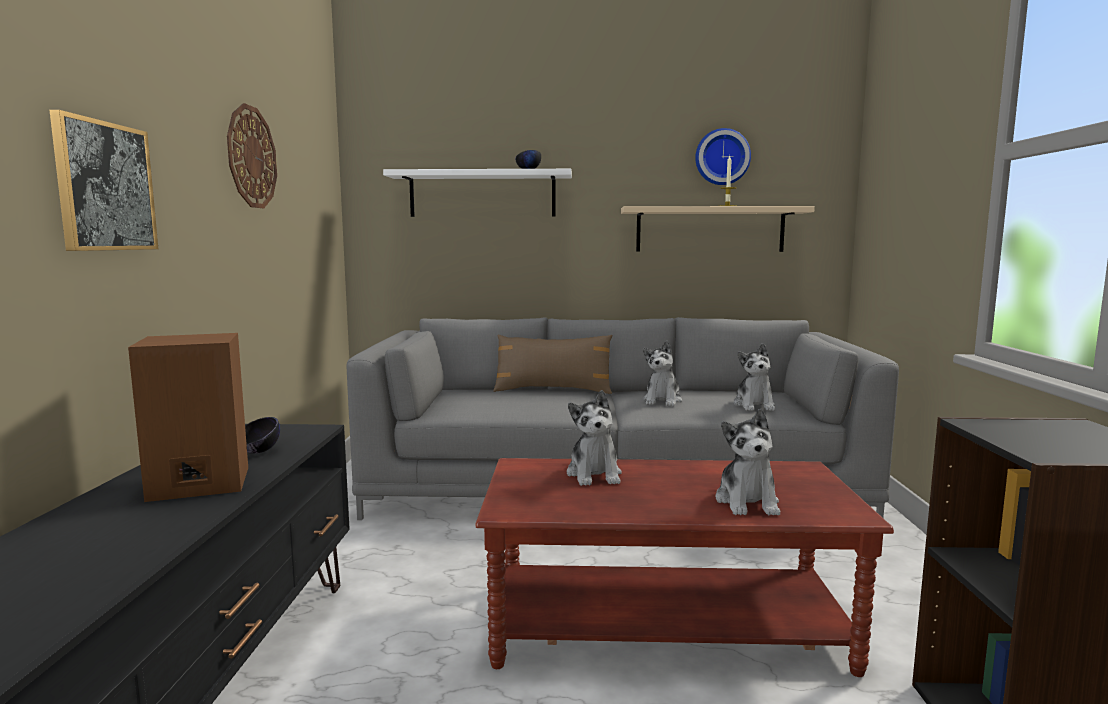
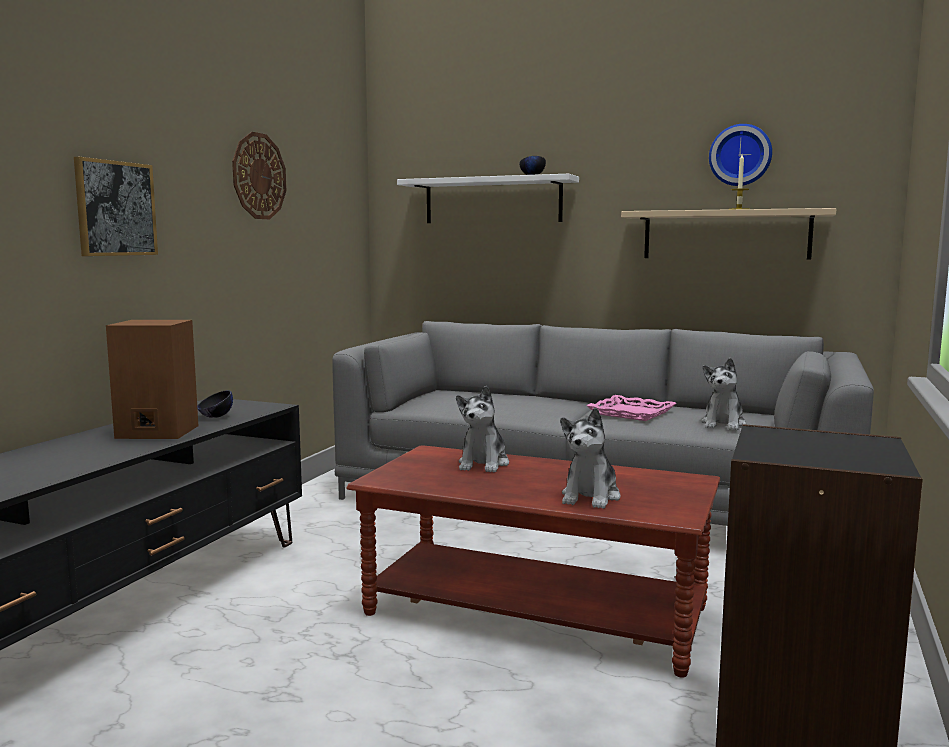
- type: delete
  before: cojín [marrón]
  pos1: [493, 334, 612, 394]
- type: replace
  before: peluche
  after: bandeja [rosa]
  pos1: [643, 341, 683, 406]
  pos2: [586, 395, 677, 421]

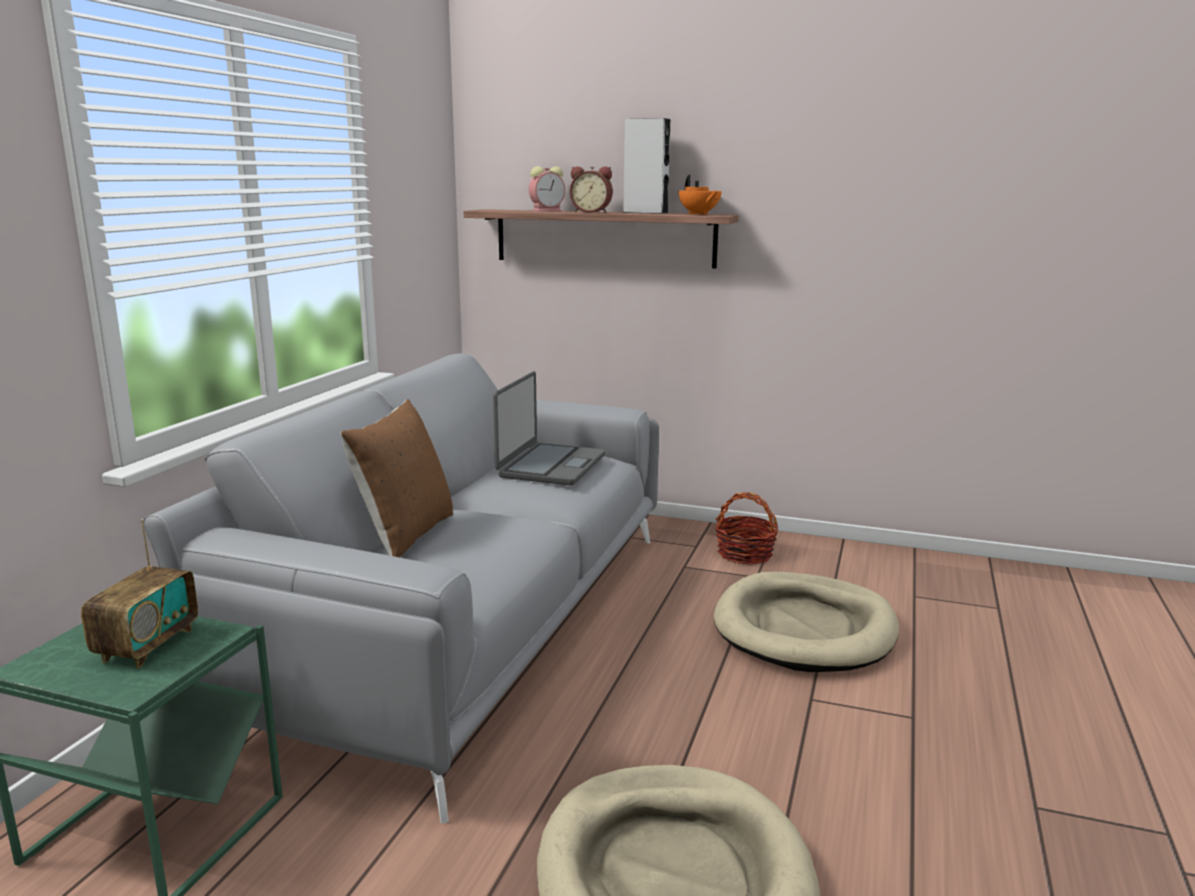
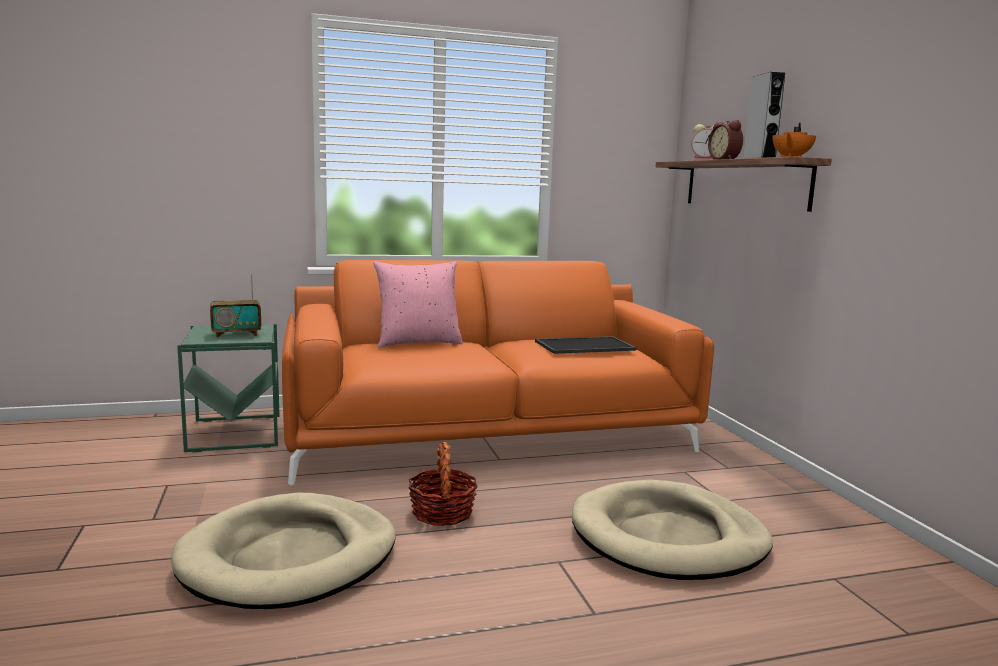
- type: recolor
  before: sofá [gris]
  after: sofá [naranja]
  pos1: [143, 354, 659, 824]
  pos2: [282, 260, 714, 485]
- type: replace
  before: portátil
  after: bandeja
  pos1: [493, 371, 605, 485]
  pos2: [535, 336, 636, 354]
- type: recolor
  before: cojín [marrón]
  after: cojín [rosa]
  pos1: [340, 399, 453, 557]
  pos2: [373, 261, 463, 348]
- type: move
  before: cesta
  pos1: [716, 492, 778, 565]
  pos2: [408, 442, 477, 526]

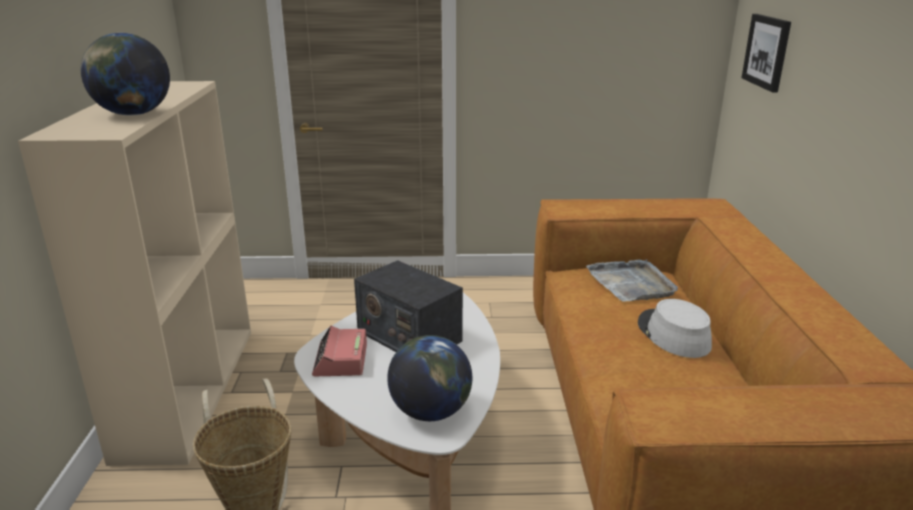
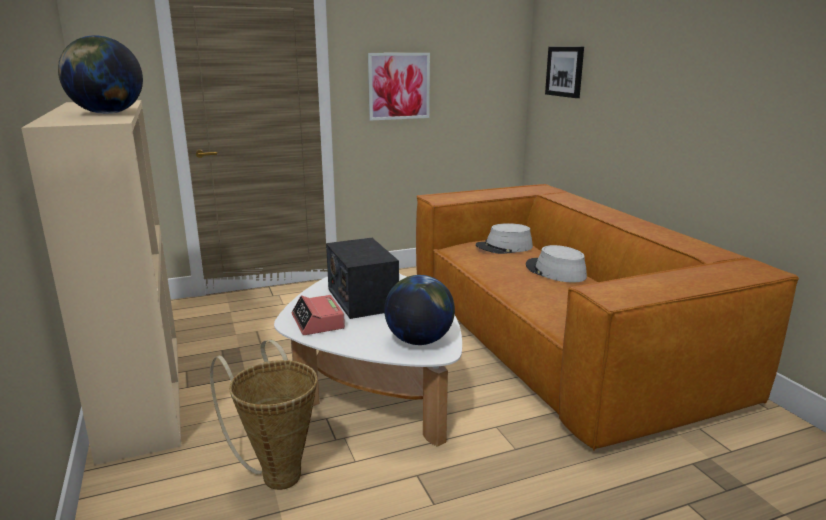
- type: replace
  before: bandeja [gris]
  after: sombrero [gris]
  pos1: [586, 259, 678, 302]
  pos2: [476, 223, 533, 254]
- type: rotate
  before: radio
  pos1: [354, 260, 463, 352]
  pos2: [326, 238, 399, 319]
  turn: 45
- type: insert
  after: cuadro
  pos2: [368, 53, 430, 121]

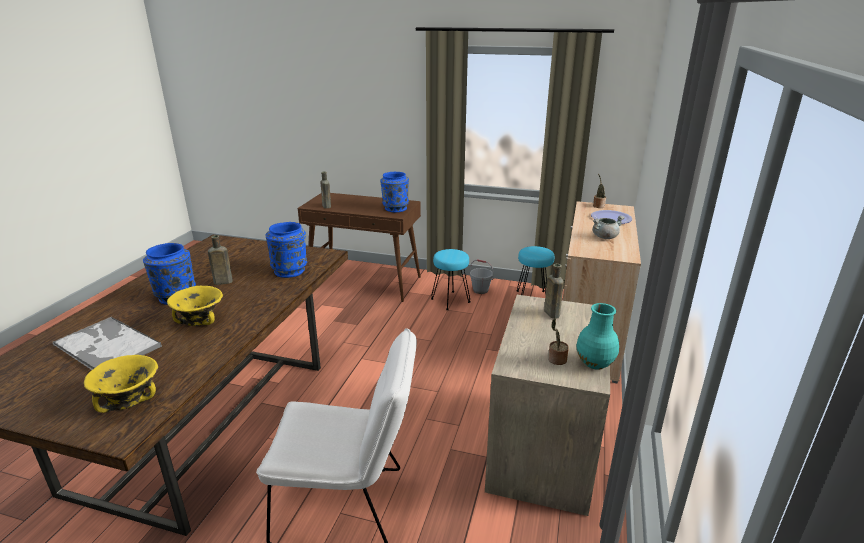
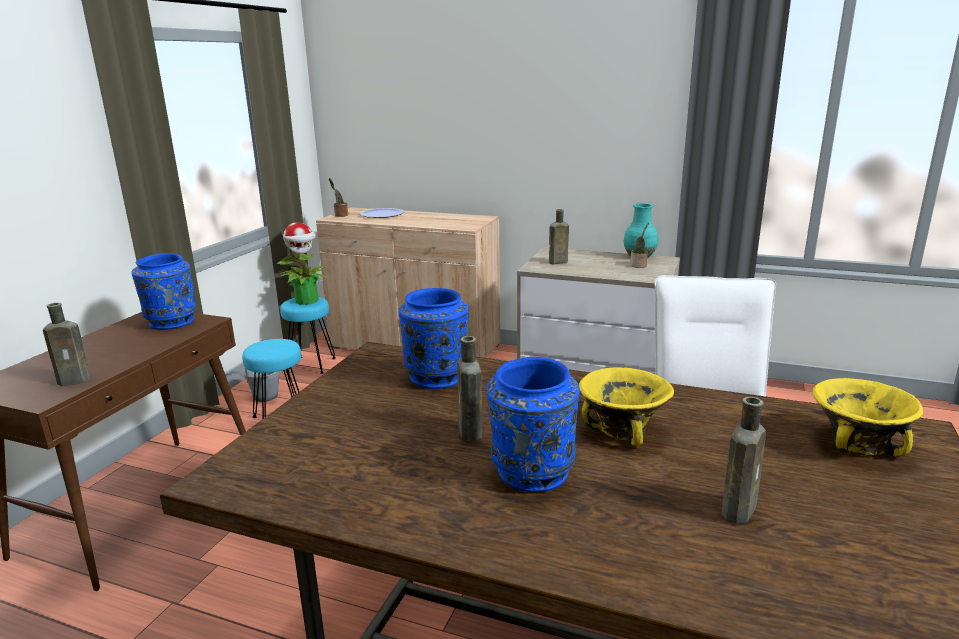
- type: delete
  before: olla [gris]
  pos1: [593, 216, 625, 239]
- type: replace
  before: bandeja
  after: botella [marrón]
  pos1: [53, 317, 162, 370]
  pos2: [722, 397, 766, 524]
- type: insert
  after: planta en maceta
  pos2: [277, 222, 327, 305]

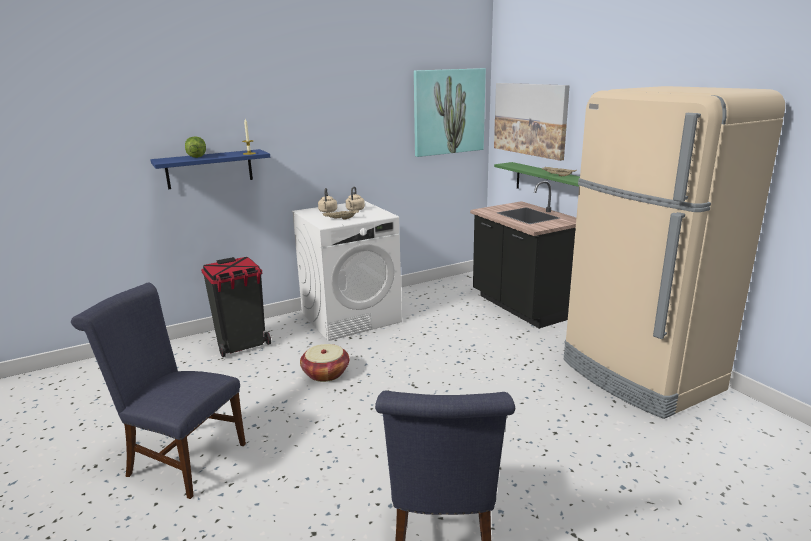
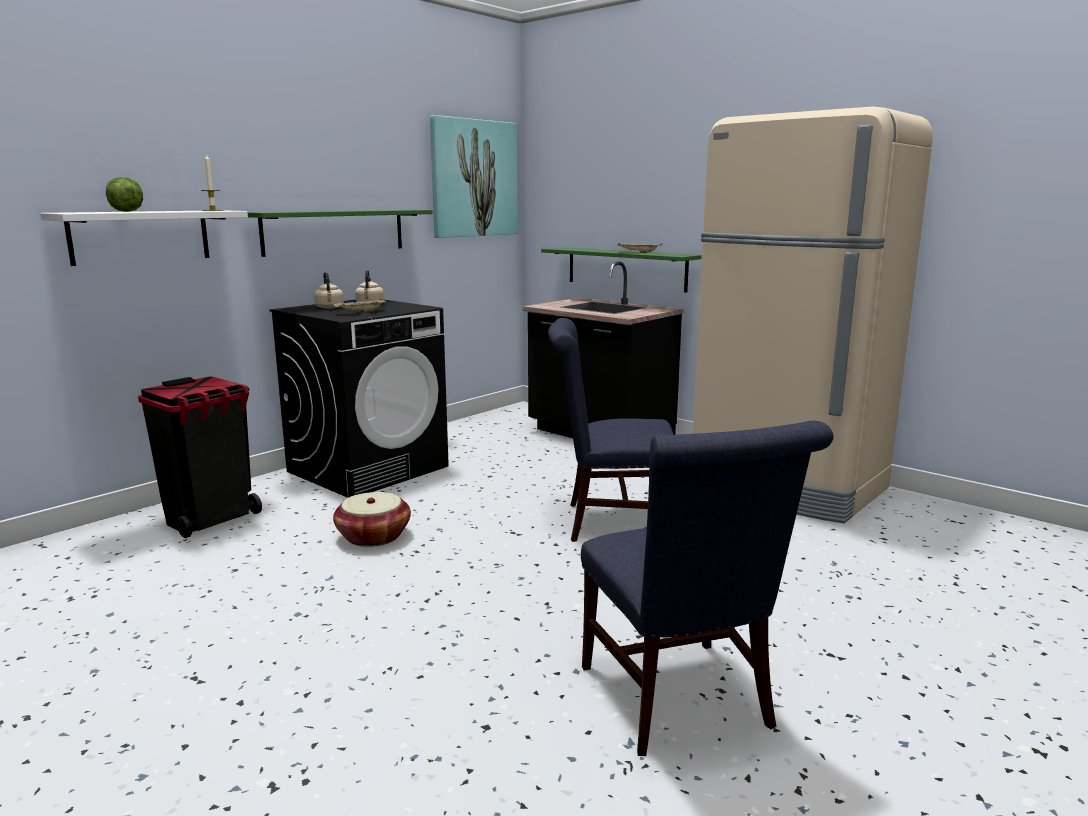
- type: delete
  before: cuadro
  pos1: [494, 83, 570, 161]
- type: recolor
  before: estante [azul]
  after: estante [blanco]
  pos1: [150, 149, 270, 189]
  pos2: [40, 210, 248, 266]
- type: recolor
  before: lavadora [blanco]
  after: lavadora [negro]
  pos1: [292, 201, 402, 341]
  pos2: [269, 299, 449, 498]
- type: move
  before: silla [azul]
  pos1: [71, 282, 246, 499]
  pos2: [548, 318, 673, 542]
- type: insert
  after: estante [verde]
  pos2: [248, 210, 433, 257]

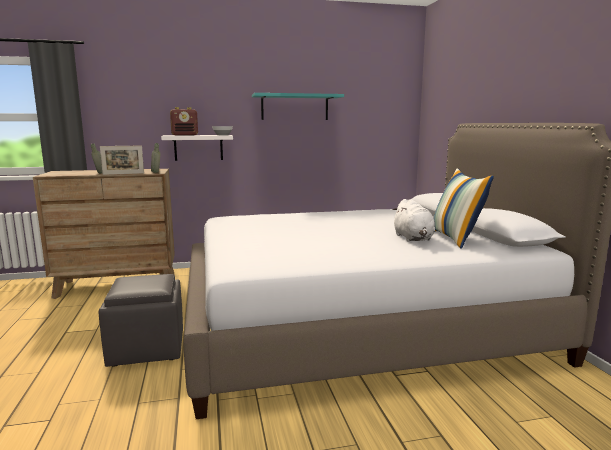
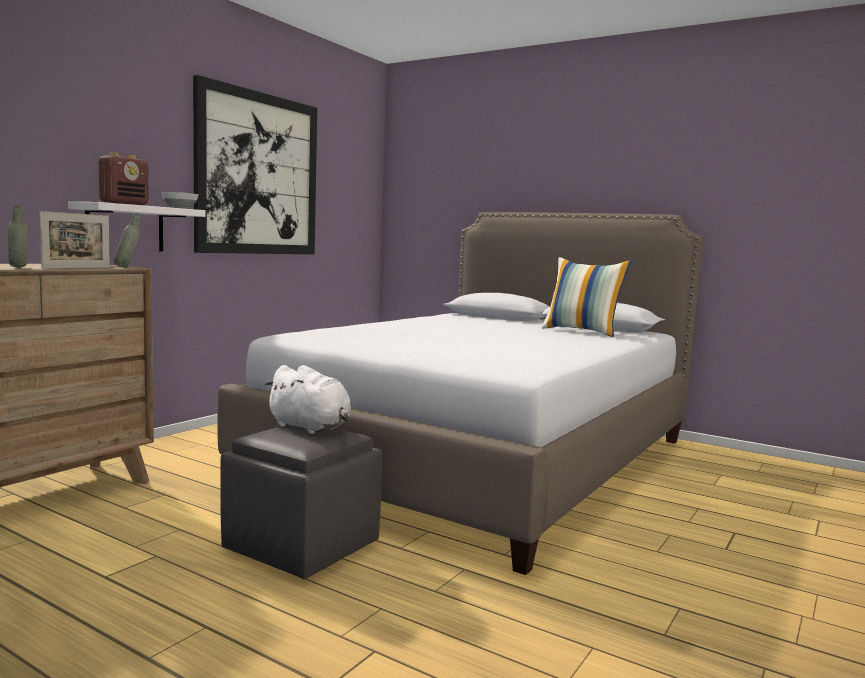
- type: replace
  before: estante [turquesa]
  after: cuadro
  pos1: [252, 93, 344, 120]
  pos2: [193, 75, 317, 254]
- type: move
  before: peluche [blanco]
  pos1: [392, 199, 435, 242]
  pos2: [265, 365, 351, 434]

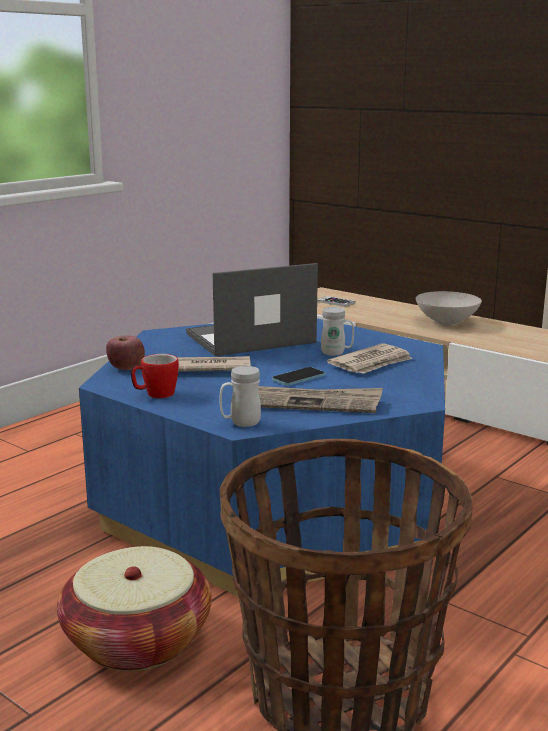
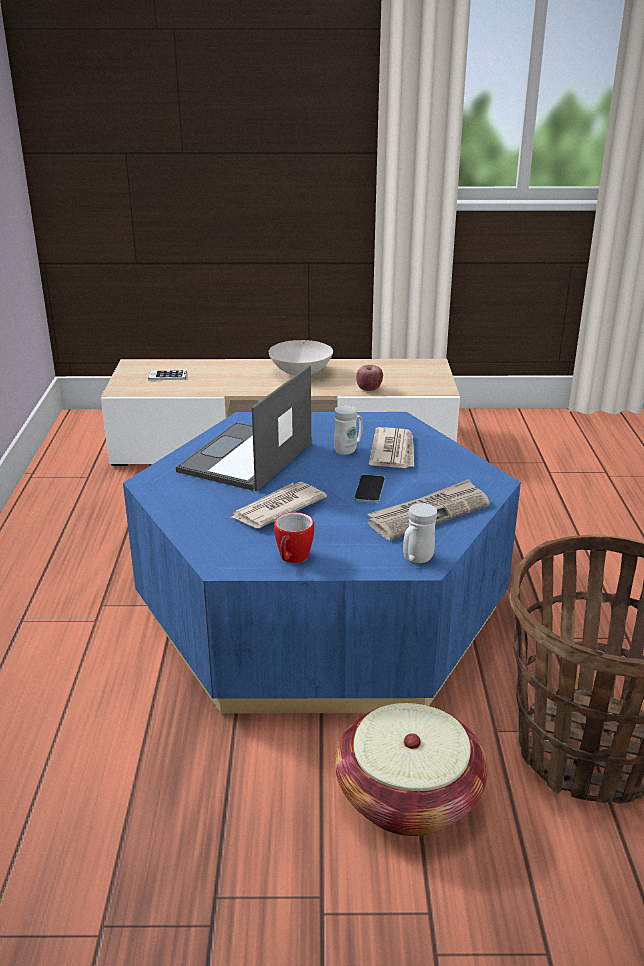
- type: move
  before: manzana
  pos1: [106, 335, 145, 370]
  pos2: [356, 365, 383, 391]

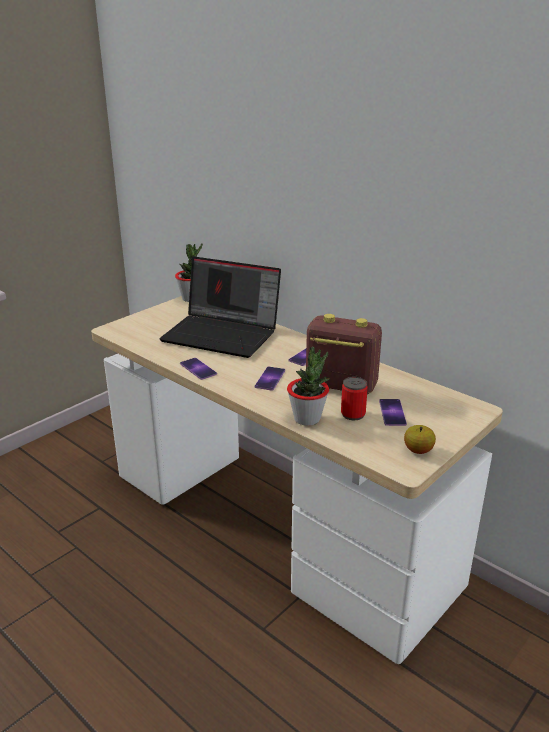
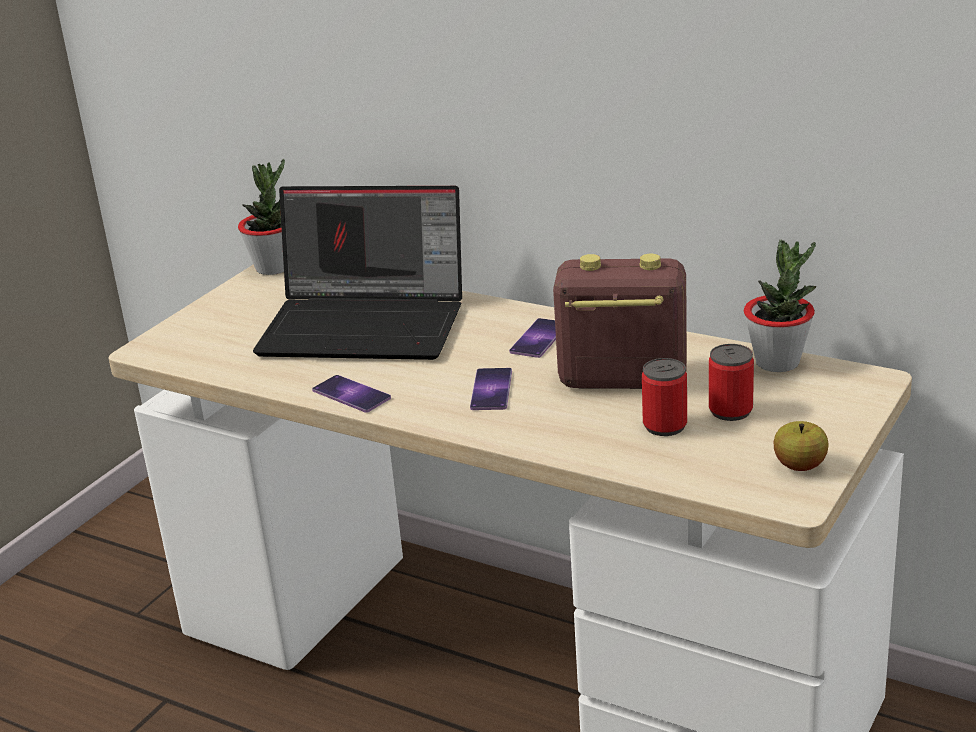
- type: move
  before: planta en maceta
  pos1: [287, 347, 330, 426]
  pos2: [744, 240, 816, 372]
- type: replace
  before: móvil
  after: lata
  pos1: [379, 399, 407, 426]
  pos2: [709, 344, 754, 421]

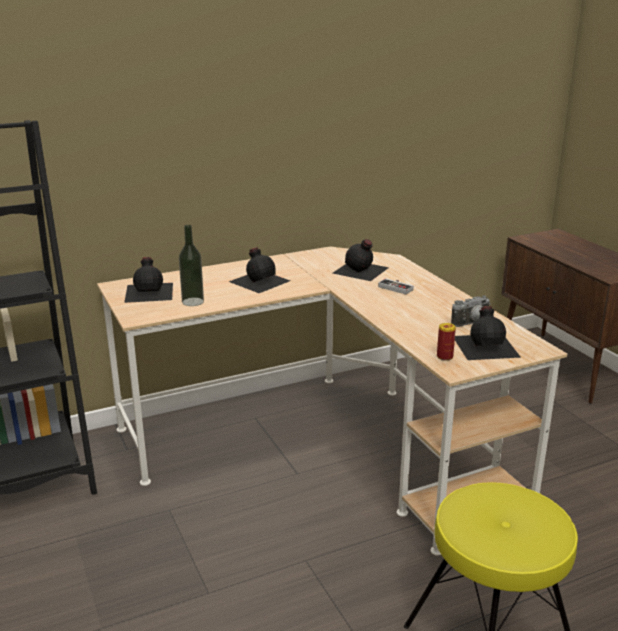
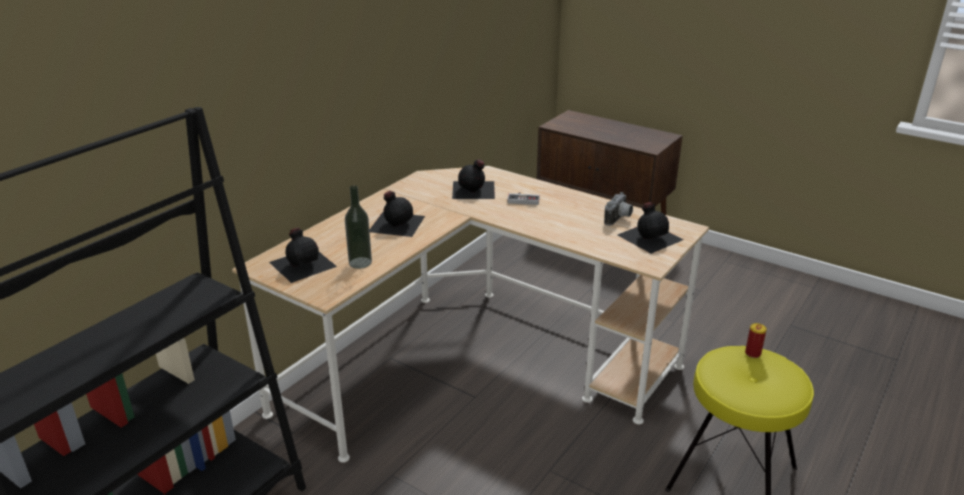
- type: move
  before: lata
  pos1: [437, 323, 456, 361]
  pos2: [745, 323, 767, 358]

